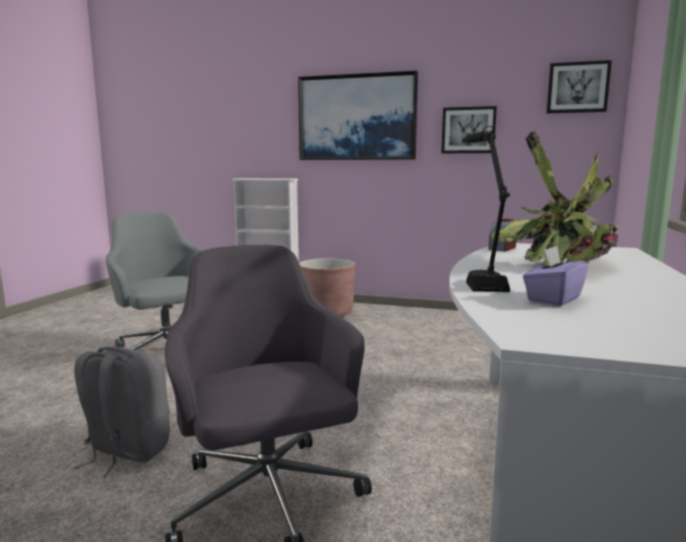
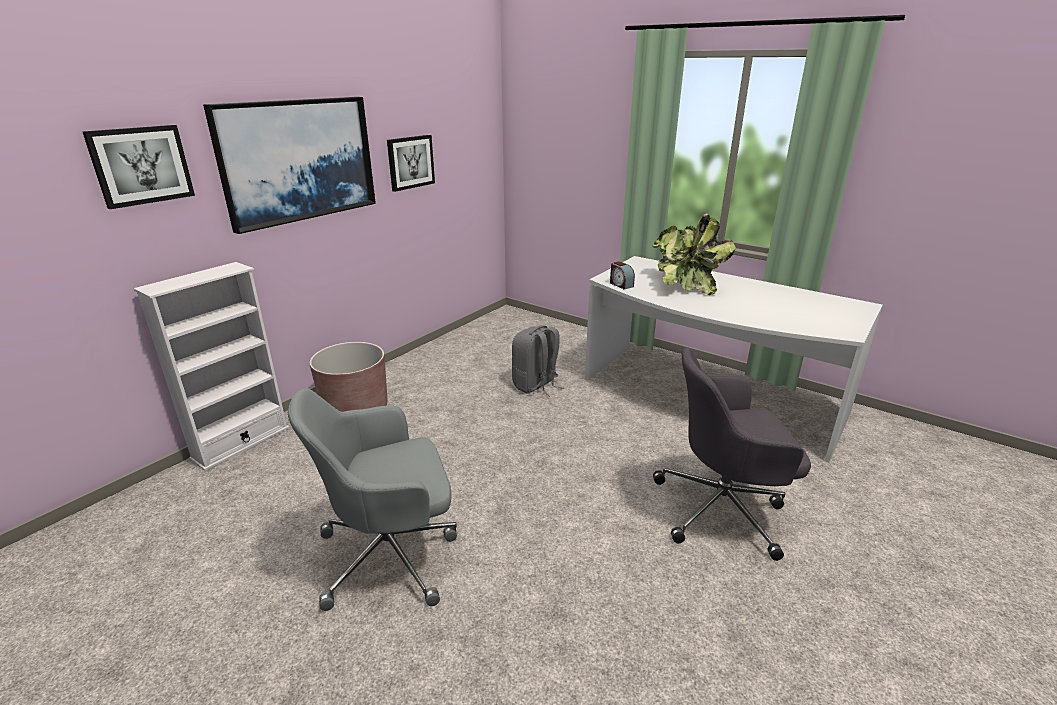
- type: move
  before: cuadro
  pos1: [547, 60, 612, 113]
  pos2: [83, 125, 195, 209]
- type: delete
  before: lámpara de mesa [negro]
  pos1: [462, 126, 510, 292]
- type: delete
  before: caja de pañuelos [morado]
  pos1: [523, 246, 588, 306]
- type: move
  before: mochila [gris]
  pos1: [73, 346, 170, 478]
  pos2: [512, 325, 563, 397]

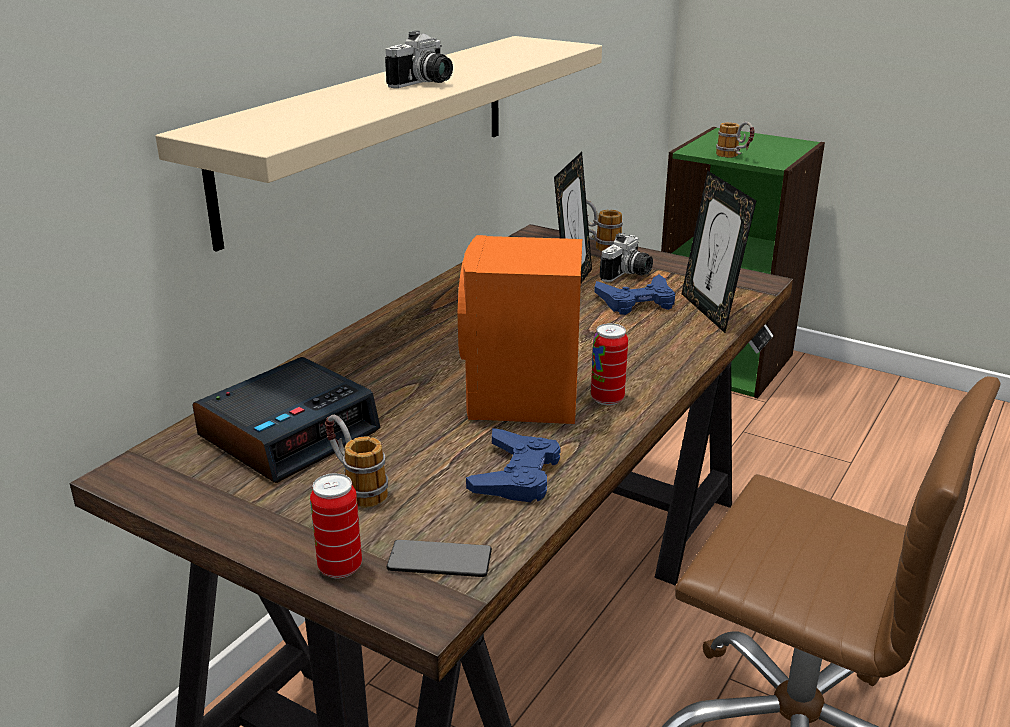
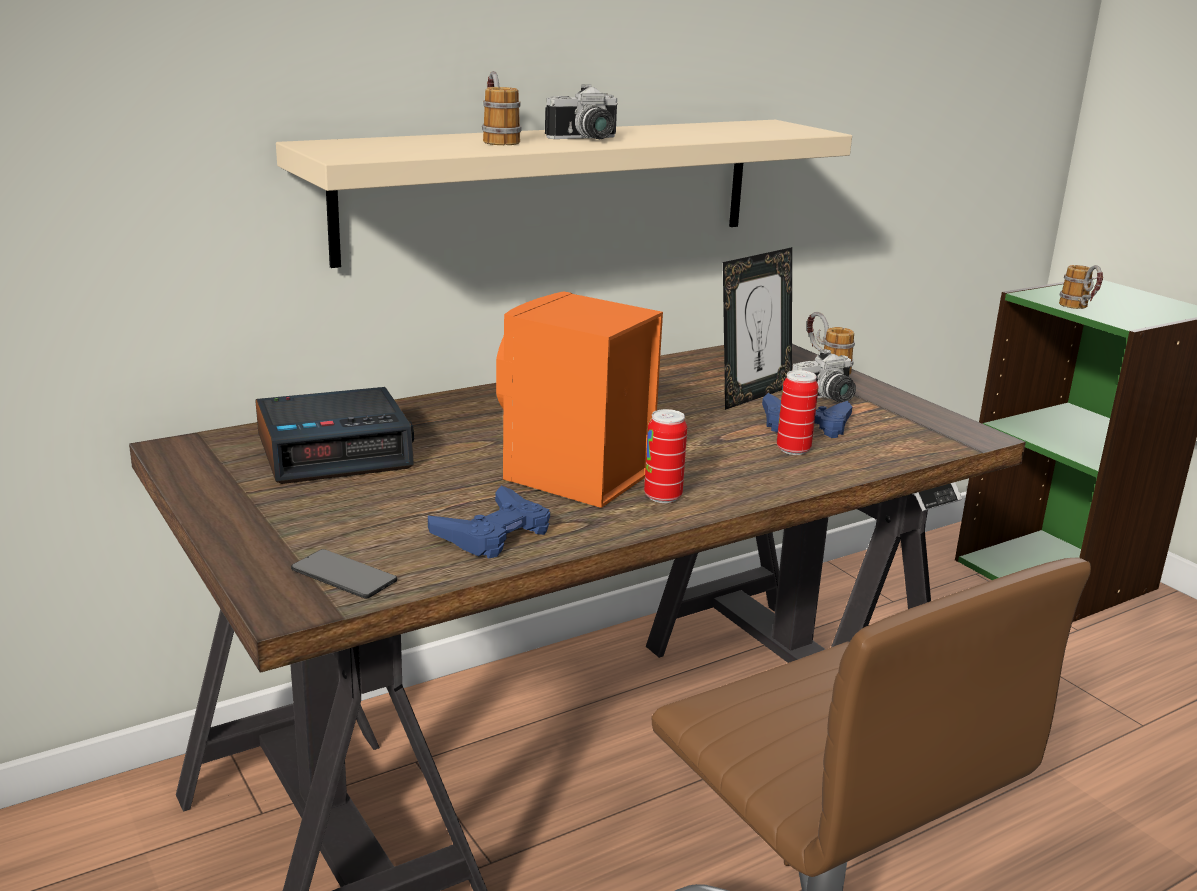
- type: delete
  before: portarretratos
  pos1: [682, 171, 756, 333]
- type: move
  before: taza grande
  pos1: [325, 415, 389, 508]
  pos2: [482, 71, 521, 145]
- type: move
  before: lata
  pos1: [310, 473, 362, 578]
  pos2: [777, 370, 819, 455]

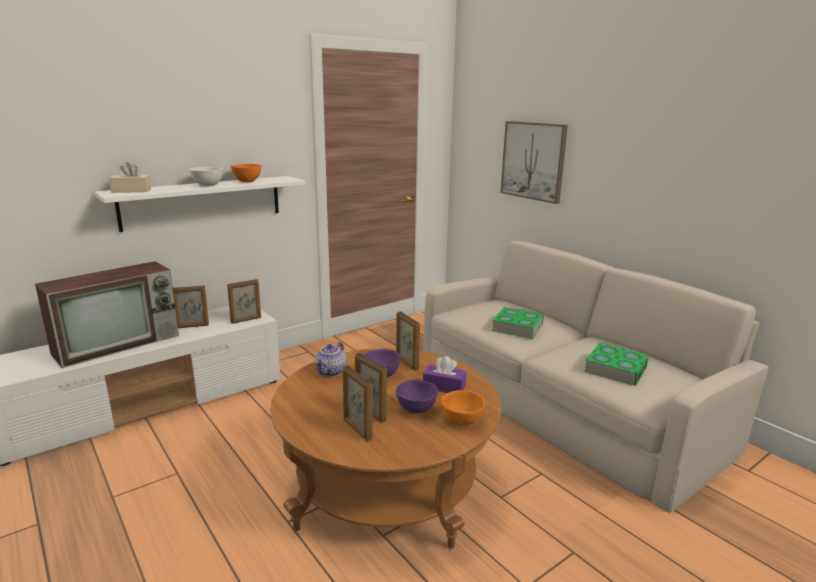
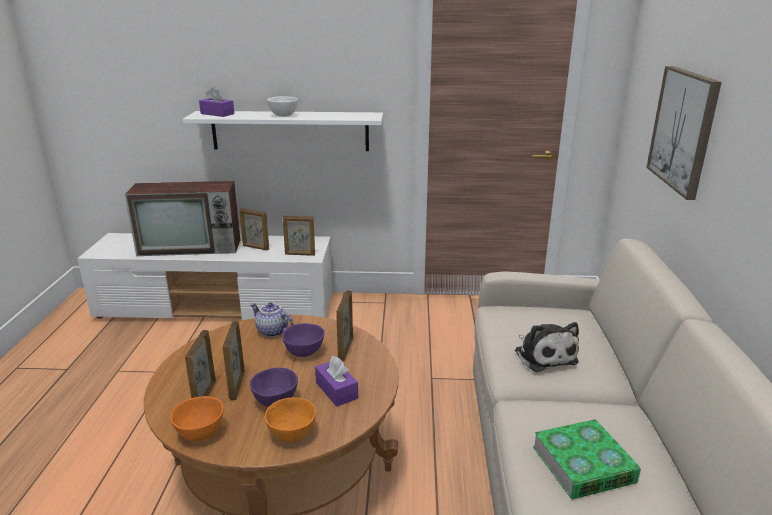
- type: recolor
  before: caja de pañuelos [beis]
  after: caja de pañuelos [morado]
  pos1: [109, 162, 151, 193]
  pos2: [199, 87, 234, 117]
- type: move
  before: cuenco [naranja]
  pos1: [231, 164, 261, 182]
  pos2: [170, 396, 224, 441]
- type: replace
  before: libro
  after: peluche
  pos1: [491, 307, 544, 339]
  pos2: [515, 322, 579, 372]
- type: rotate
  before: tetera
  pos1: [315, 342, 346, 377]
  pos2: [250, 303, 293, 337]
  turn: 60

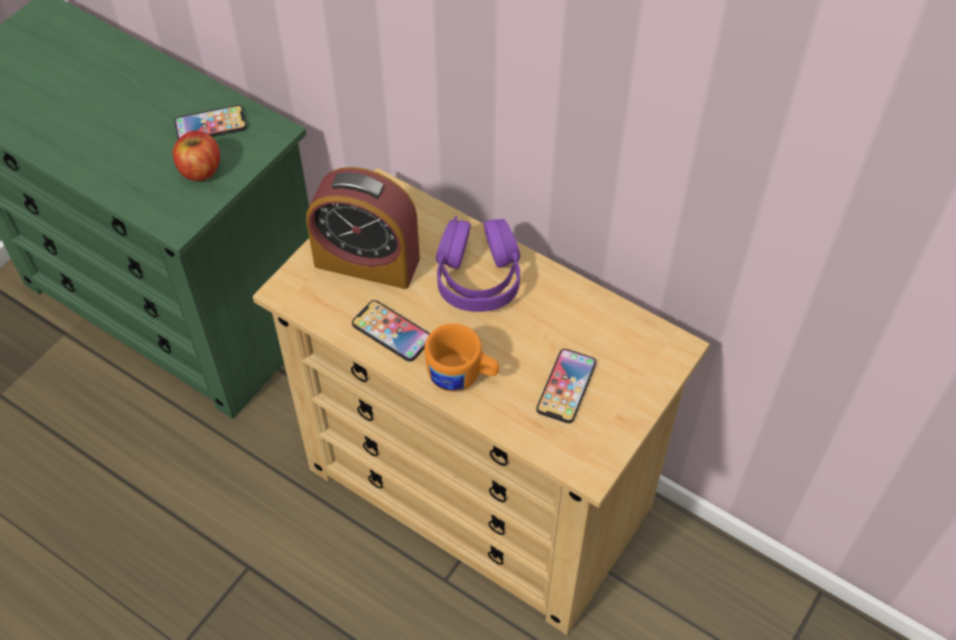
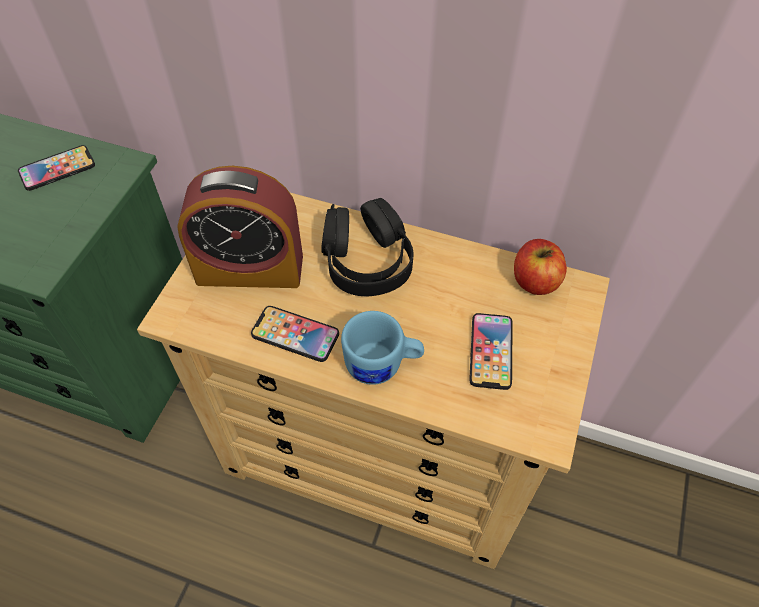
- type: move
  before: manzana
  pos1: [173, 131, 220, 181]
  pos2: [514, 239, 567, 295]
- type: recolor
  before: auriculares [morado]
  after: auriculares [negro]
  pos1: [436, 216, 520, 312]
  pos2: [321, 198, 414, 296]
- type: recolor
  before: taza grande [naranja]
  after: taza grande [azul]
  pos1: [424, 323, 499, 392]
  pos2: [341, 311, 424, 385]

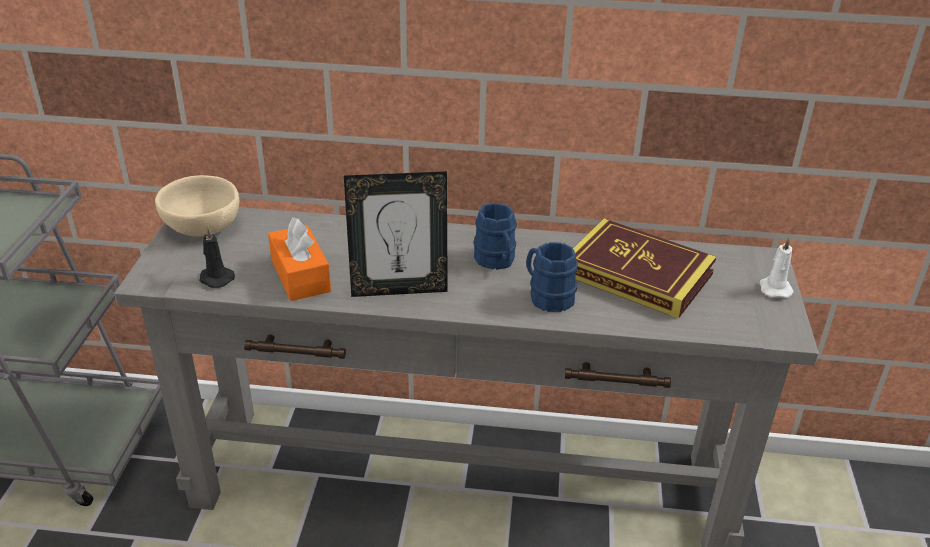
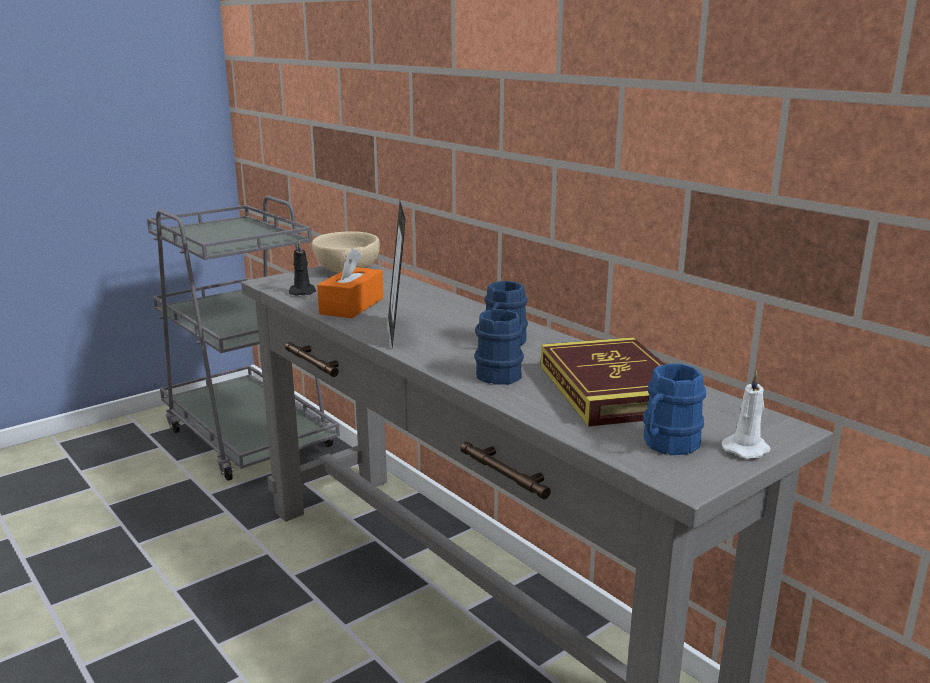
- type: rotate
  before: portarretratos
  pos1: [344, 171, 448, 297]
  pos2: [388, 202, 406, 348]
  turn: 45
- type: insert
  after: taza grande [azul]
  pos2: [643, 363, 706, 455]

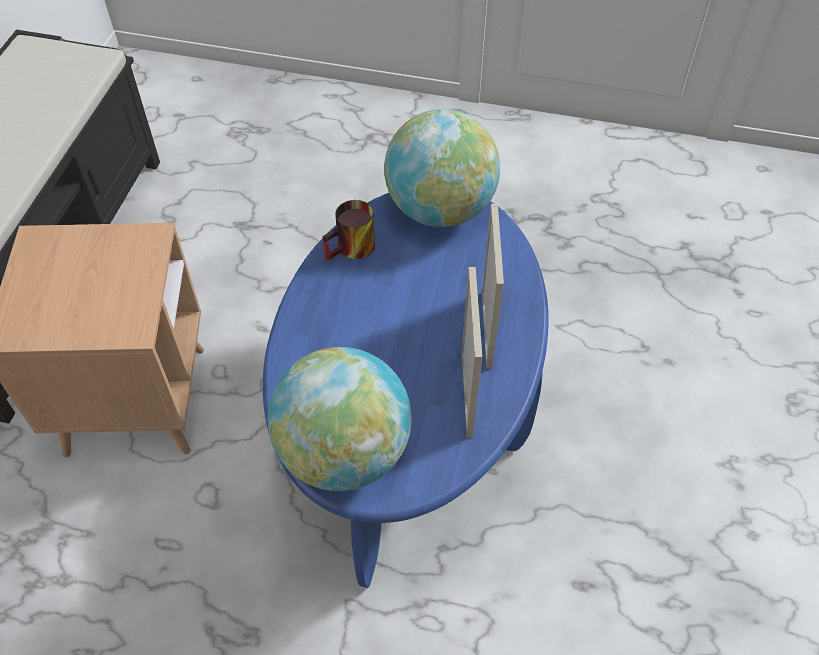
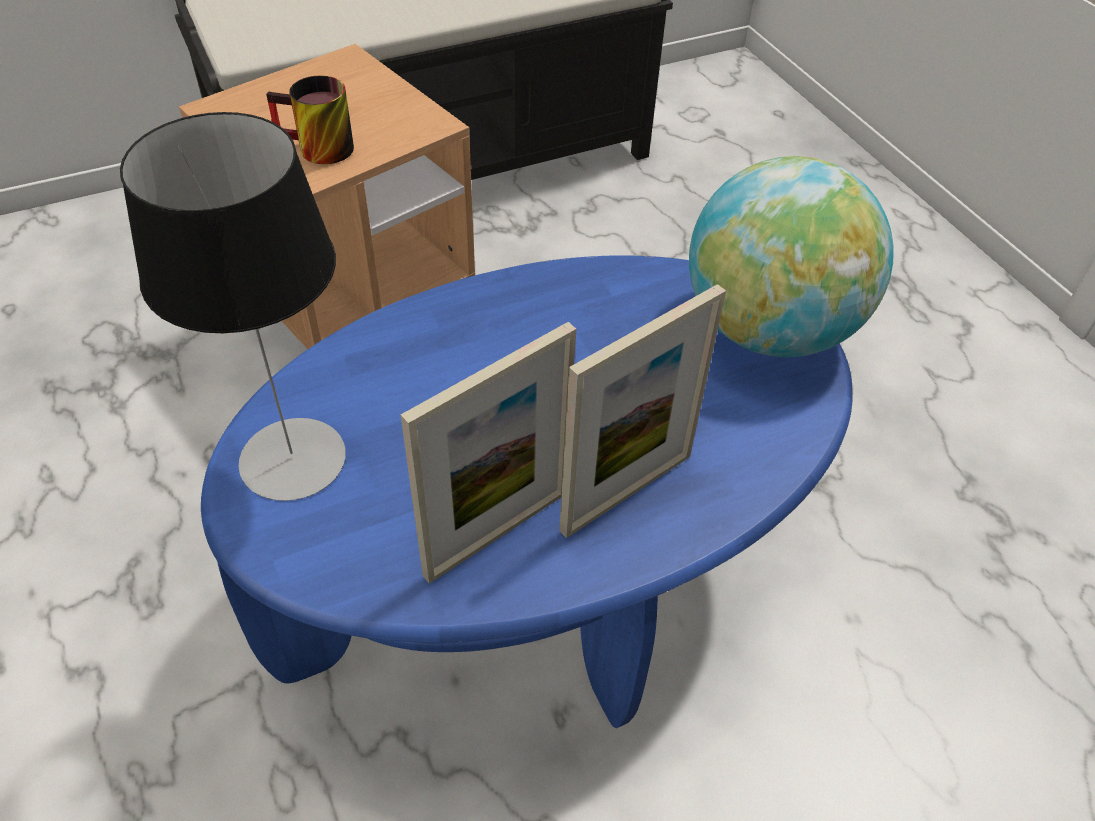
- type: move
  before: taza grande
  pos1: [323, 200, 375, 261]
  pos2: [266, 75, 354, 164]
- type: replace
  before: globo terráqueo
  after: lámpara de mesa
  pos1: [268, 347, 412, 491]
  pos2: [120, 112, 346, 501]

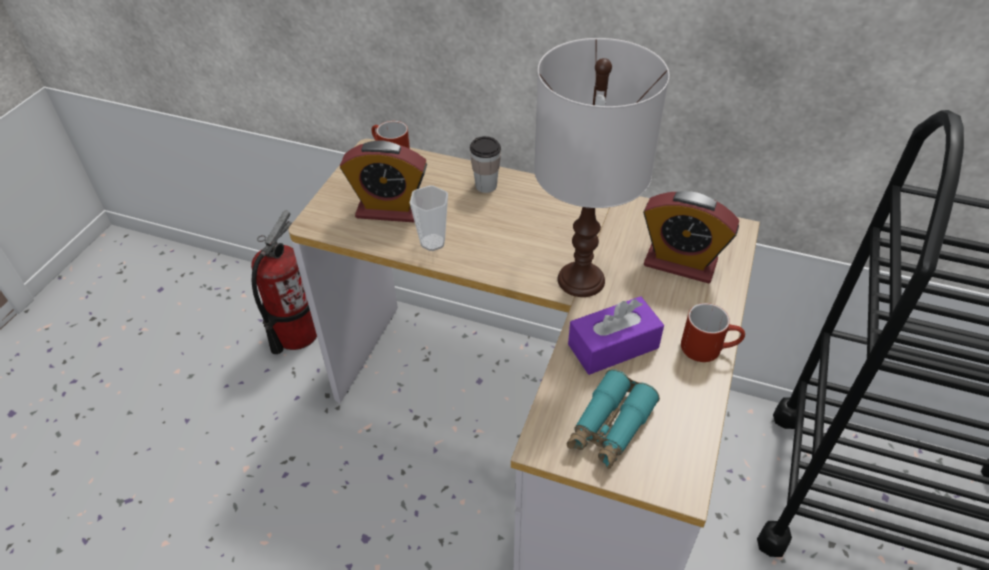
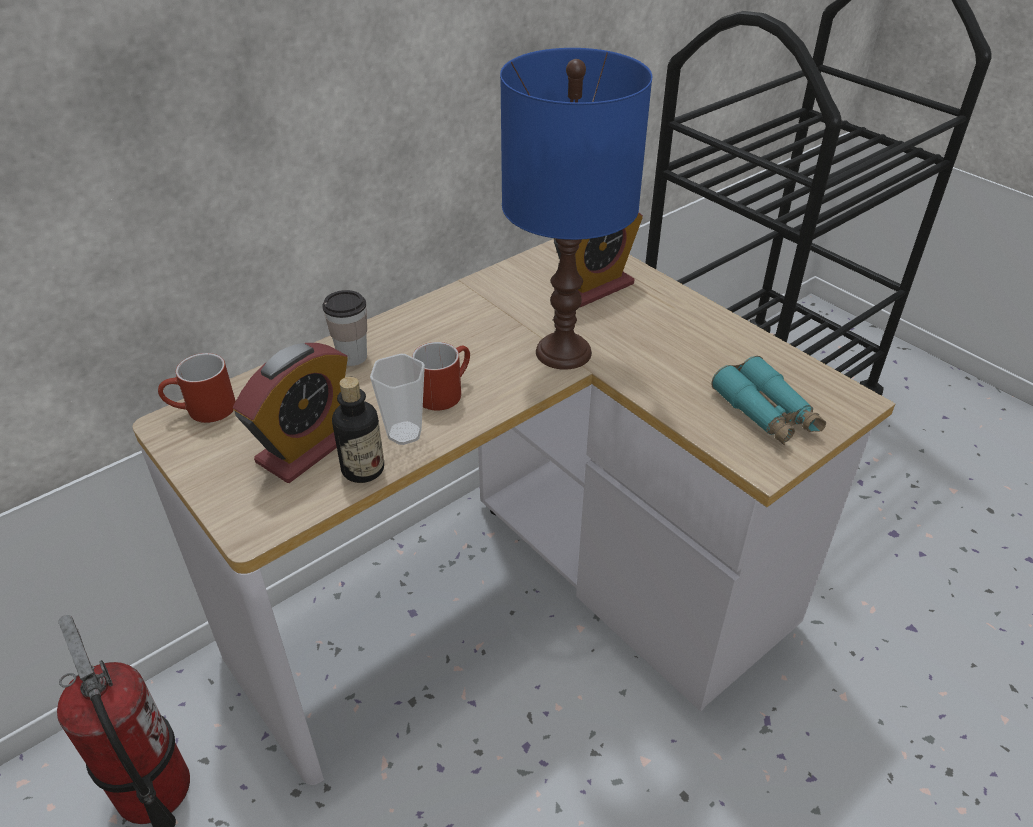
- type: recolor
  before: lámpara de mesa [blanco]
  after: lámpara de mesa [azul]
  pos1: [534, 38, 669, 297]
  pos2: [500, 48, 652, 370]
- type: delete
  before: caja de pañuelos [morado]
  pos1: [568, 296, 664, 375]
- type: move
  before: taza grande [rojo]
  pos1: [681, 303, 745, 362]
  pos2: [412, 342, 470, 411]
- type: insert
  after: botella
  pos2: [332, 377, 384, 483]

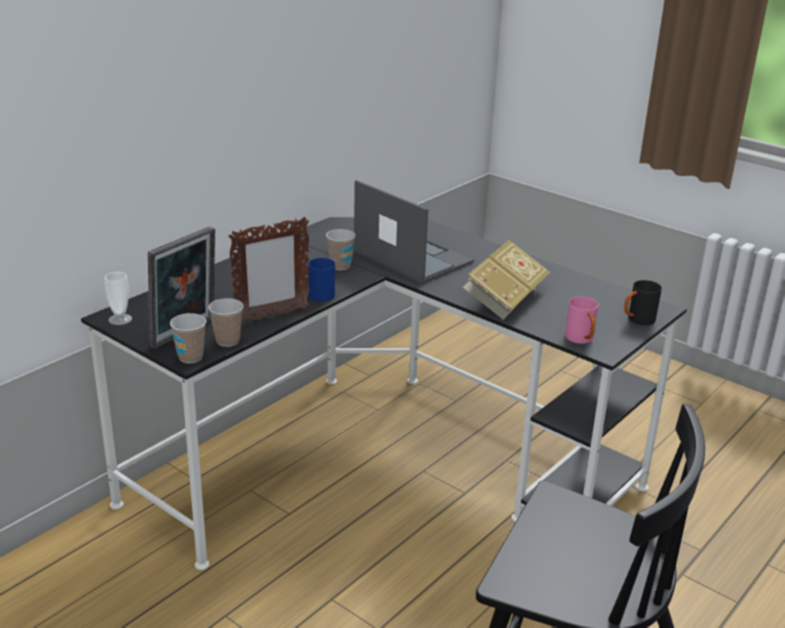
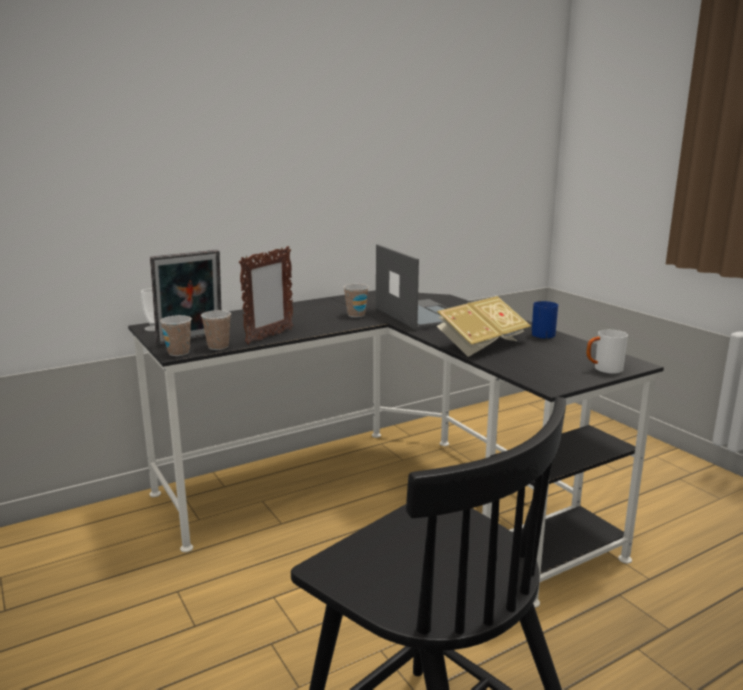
- type: rotate
  before: portarretratos
  pos1: [228, 217, 310, 321]
  pos2: [239, 246, 294, 344]
  turn: -45
- type: move
  before: taza grande [azul]
  pos1: [308, 258, 335, 302]
  pos2: [532, 301, 558, 339]
- type: recolor
  before: taza grande [negro]
  after: taza grande [blanco]
  pos1: [624, 280, 662, 325]
  pos2: [586, 330, 628, 374]
- type: delete
  before: taza grande [rosa]
  pos1: [565, 297, 599, 344]

